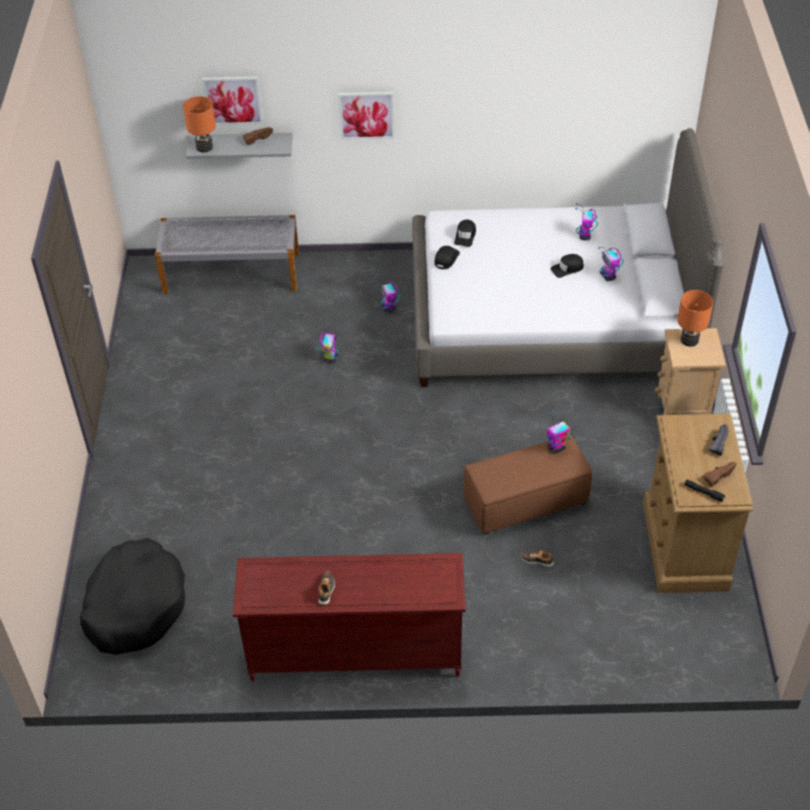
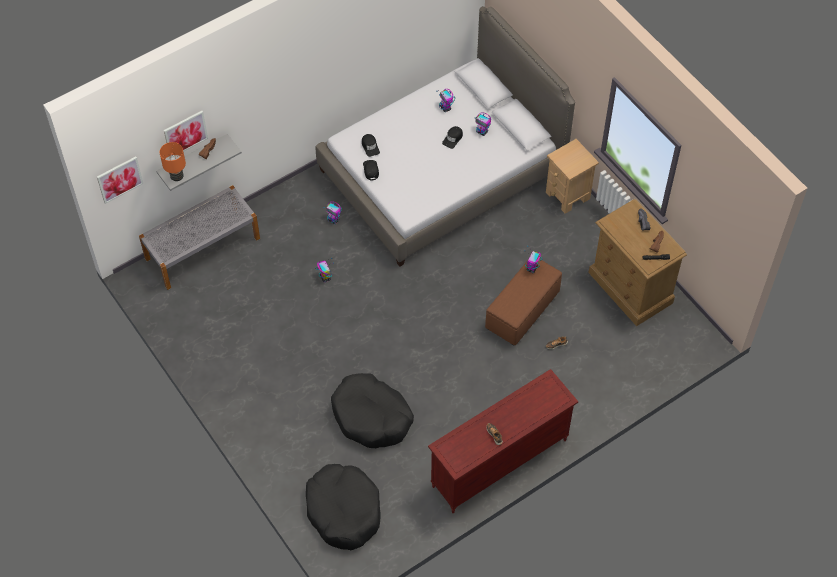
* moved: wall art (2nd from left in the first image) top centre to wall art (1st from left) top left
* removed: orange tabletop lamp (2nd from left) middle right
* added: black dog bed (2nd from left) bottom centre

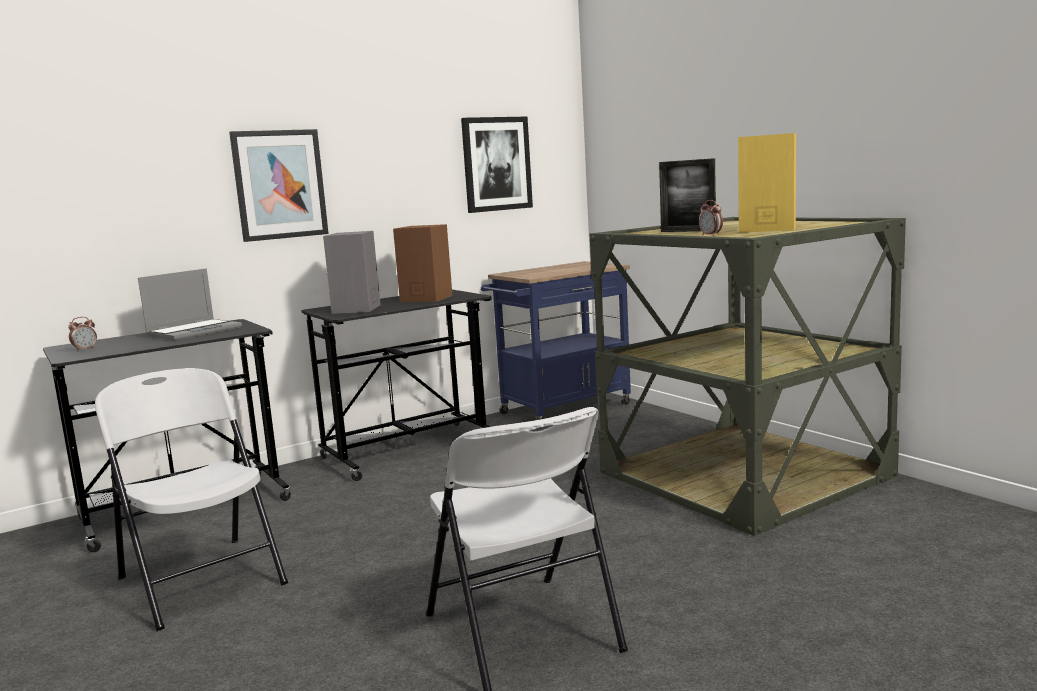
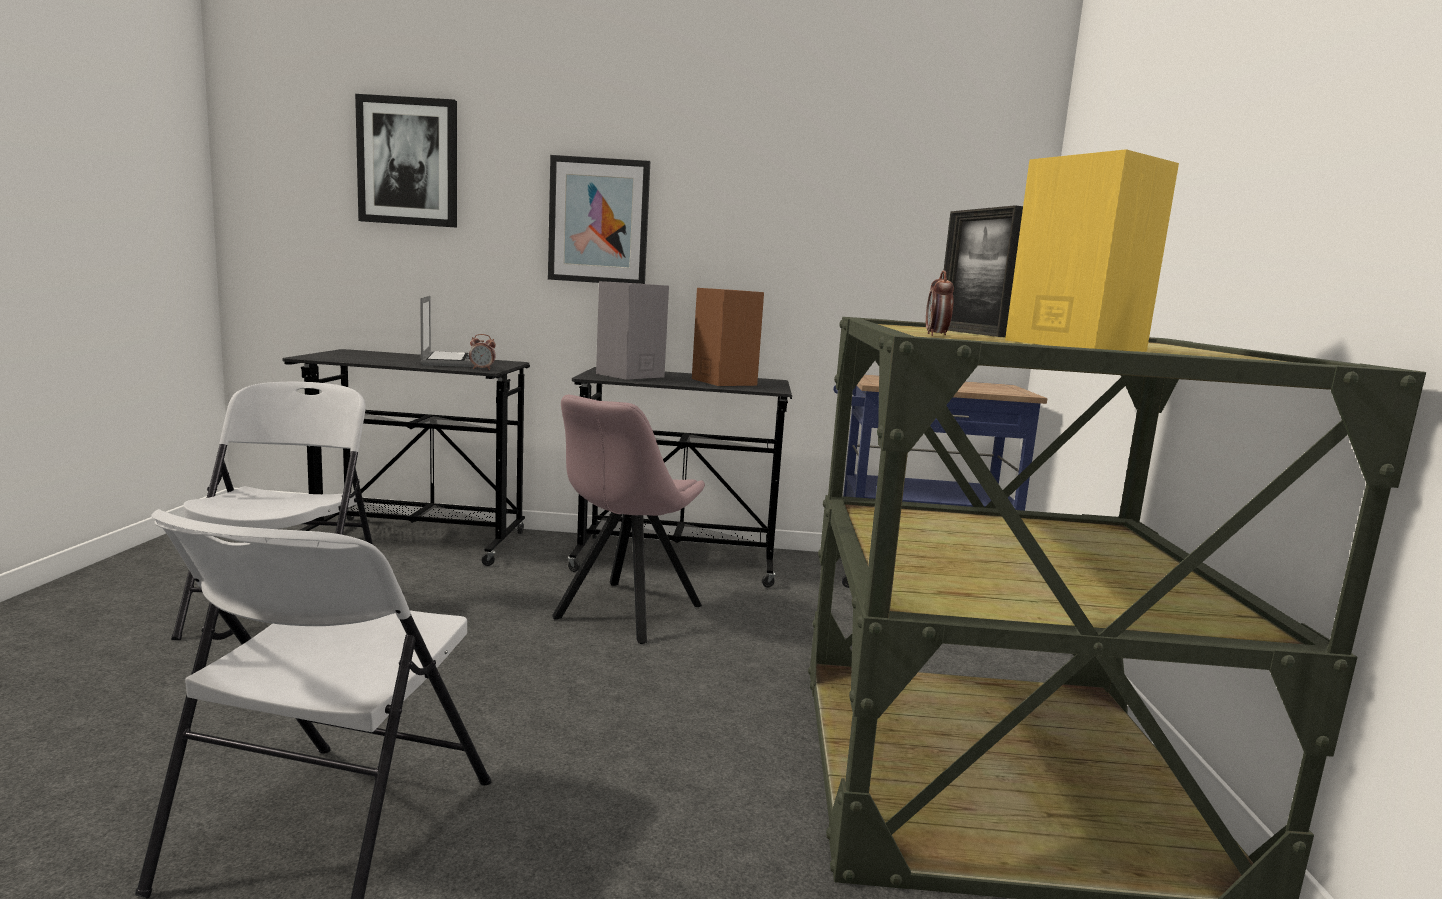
* moved: table clock (1st from left) middle left to centre
* turned: notebook computer middle left = middle left 90 degrees counterclockwise
* moved: wall art (2nd from left in the first image) top centre to wall art (1st from left) top left
* added: pinkish plain chair centre

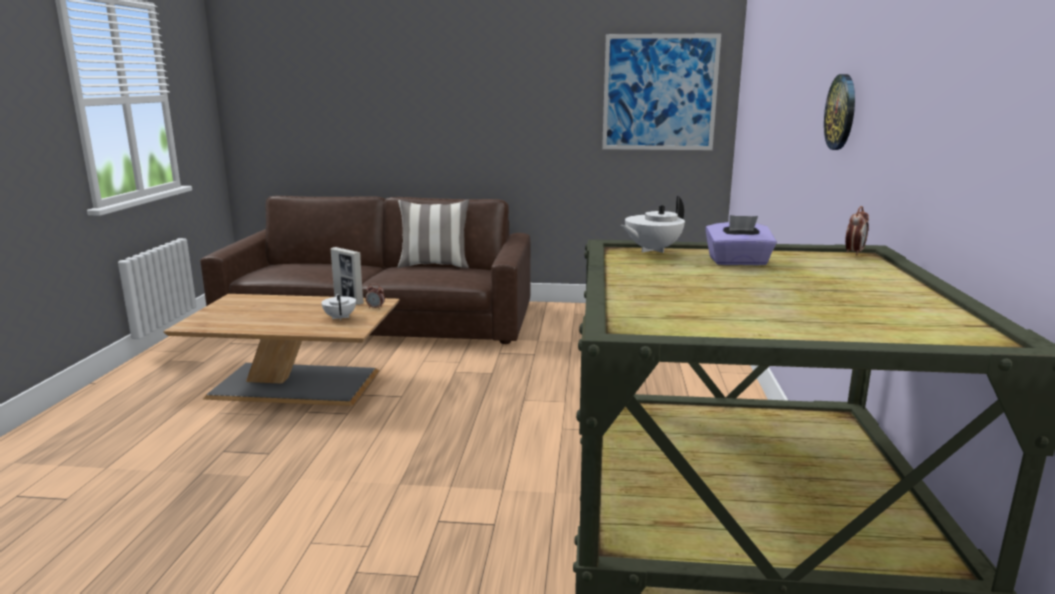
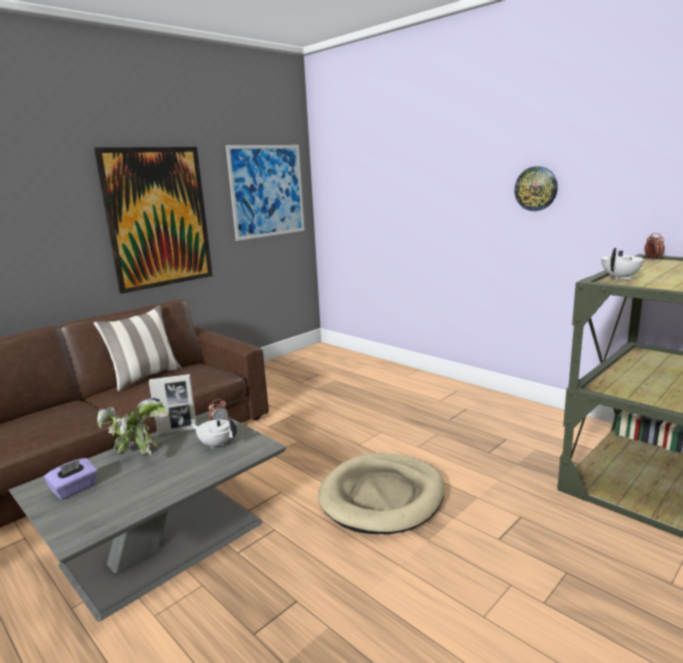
* recoloured: brown-coloured low table middle left to grey low table bottom left
* turned: white-coloured pot for tea (2nd from left) centre = middle right 135 degrees counterclockwise
* moved: purplish box of tissues middle right to bottom left
* added: wall art (1st from left) top left
* added: houseplant middle left
* added: beige dog bed bottom centre

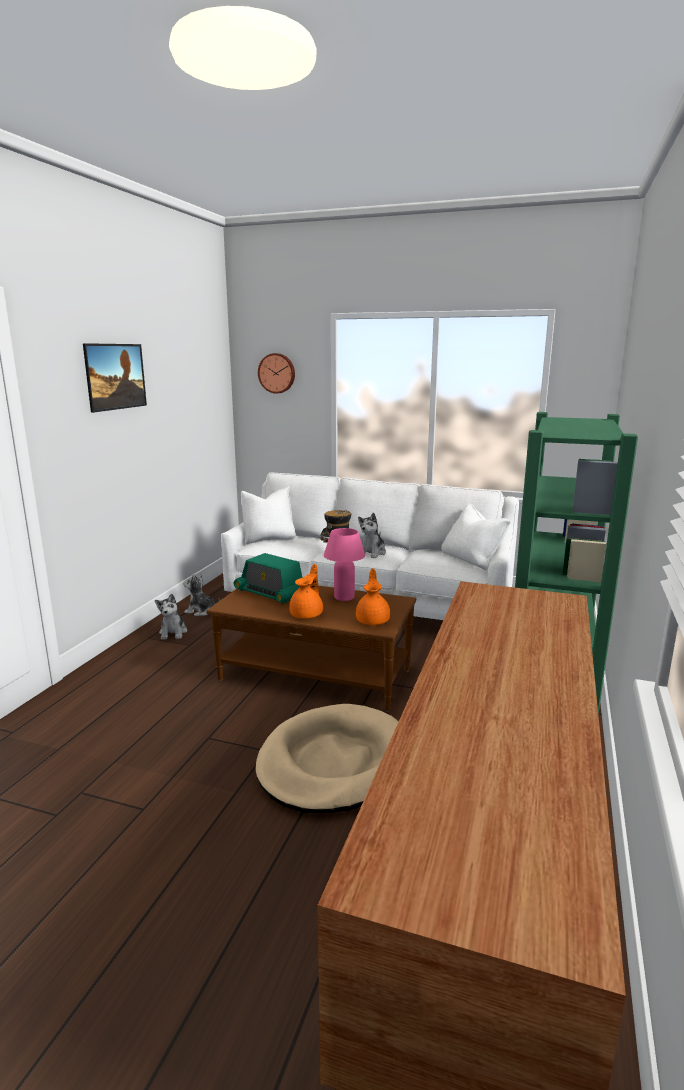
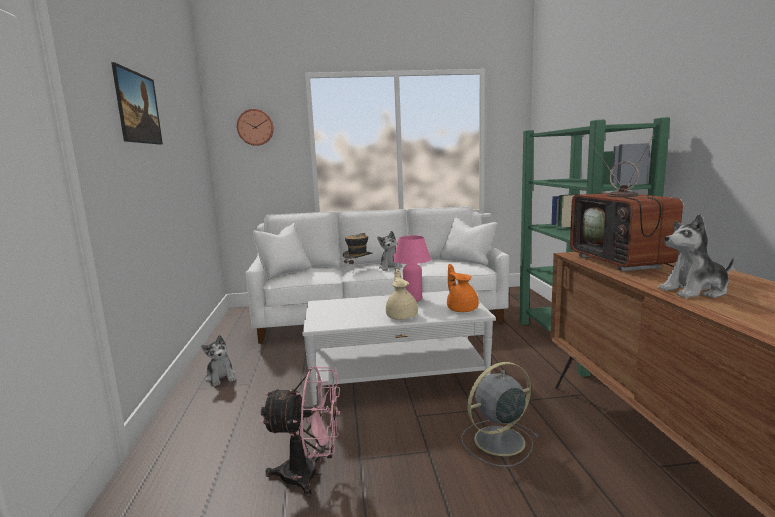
* moved: plush toy (2nd from left in the first image) middle left to plush toy (3rd from left) middle right
* recoloured: brown-coloured low table centre to white-coloured low table bottom centre
* removed: radio centre
* replaced: beige dog bed bottom centre to grey fan bottom centre
* recoloured: orange pot for tea (1st from left) centre to beige pot for tea centre
* added: pinkish fan bottom centre
* added: television middle right

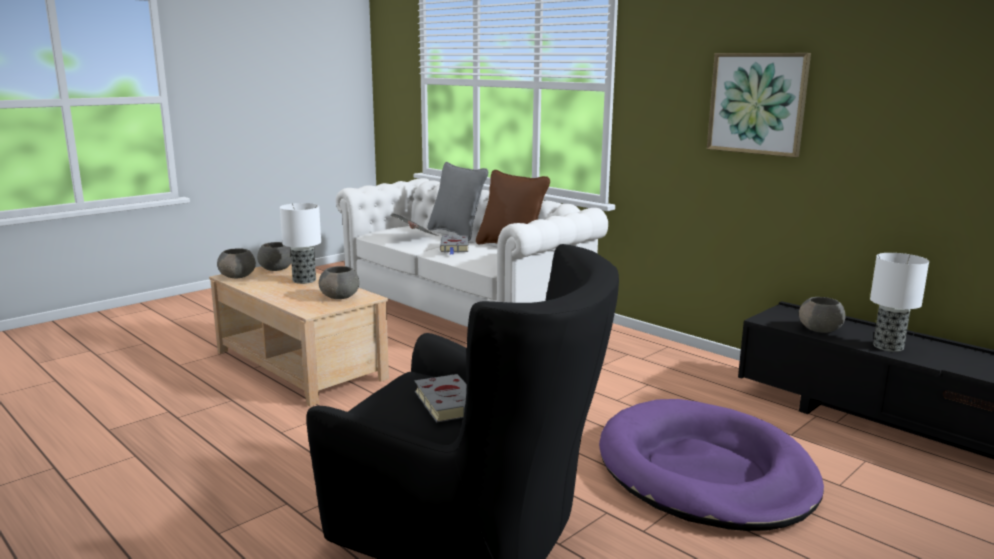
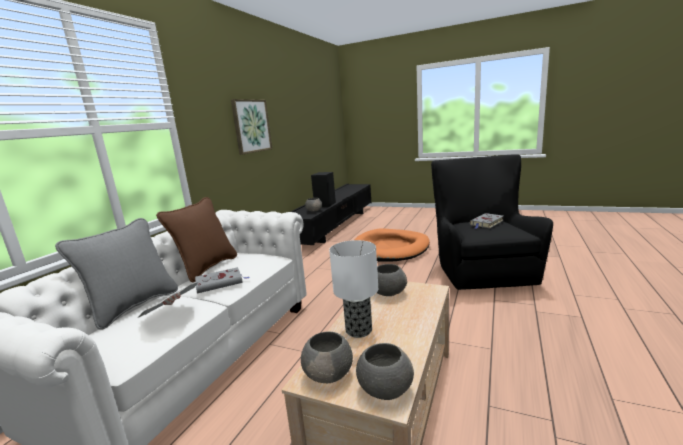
* recoloured: purplish dog bed bottom right to orange dog bed centre
* replaced: tabletop lamp (2nd from left) middle right to black speaker centre

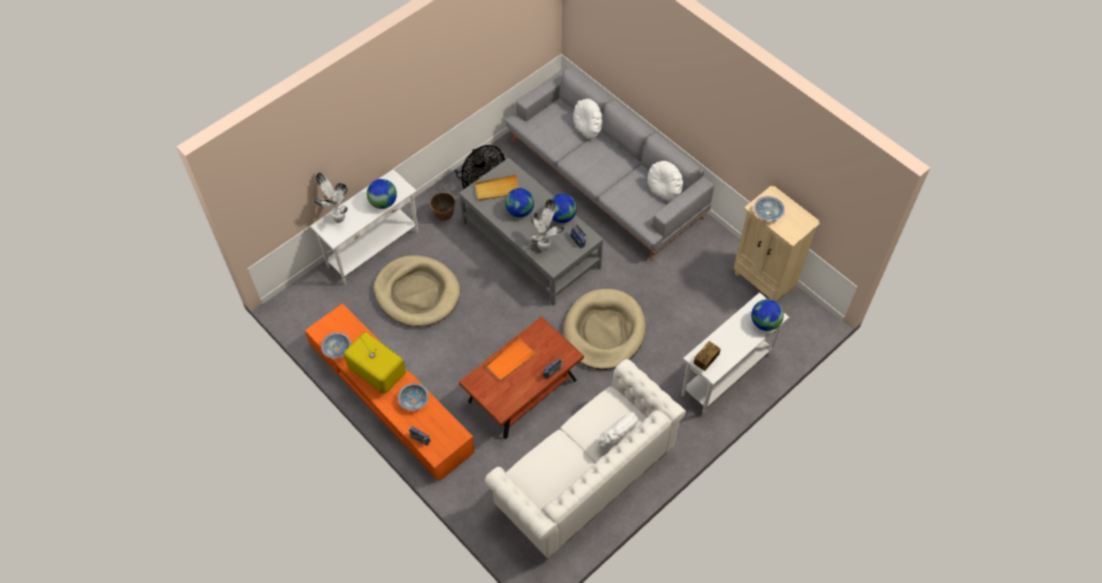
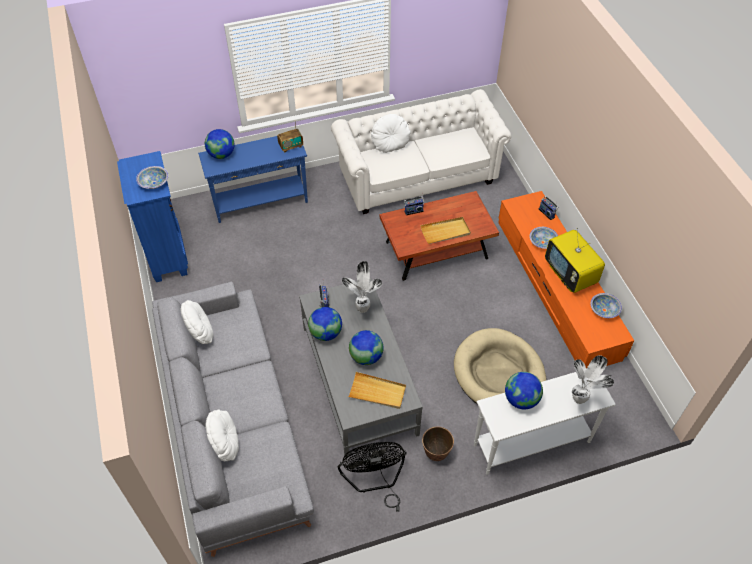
* recoloured: orange tray centre to beige tray (2nd from left) centre
* removed: beige dog bed (2nd from left) centre
* recoloured: white-coloured hall table (2nd from left) middle right to blue hall table top centre
* recoloured: beige storage cabinet middle right to blue storage cabinet middle left

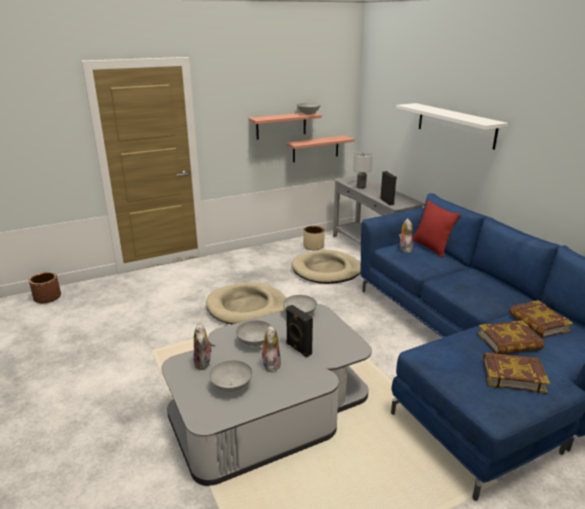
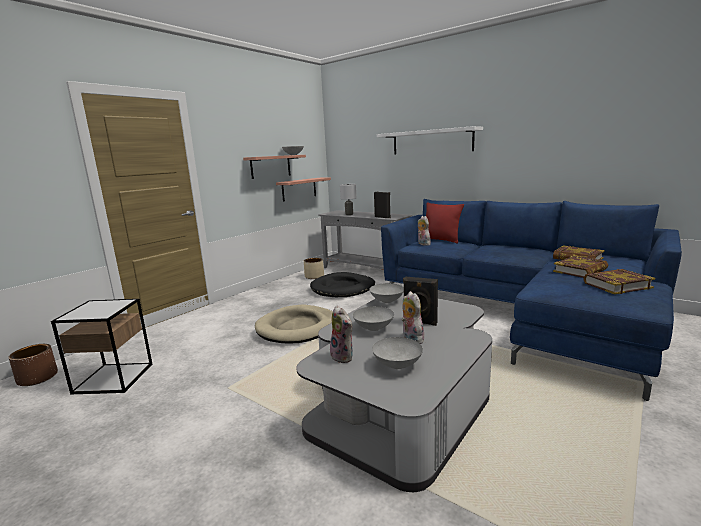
* recoloured: beige dog bed (2nd from left) centre to black dog bed centre
* added: end table middle left

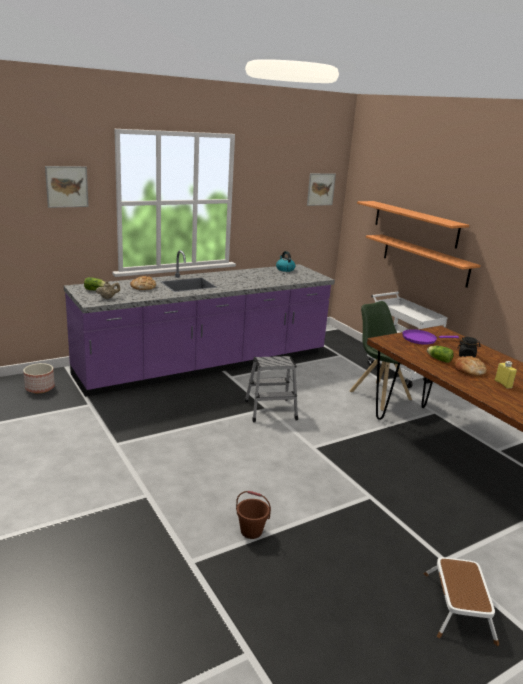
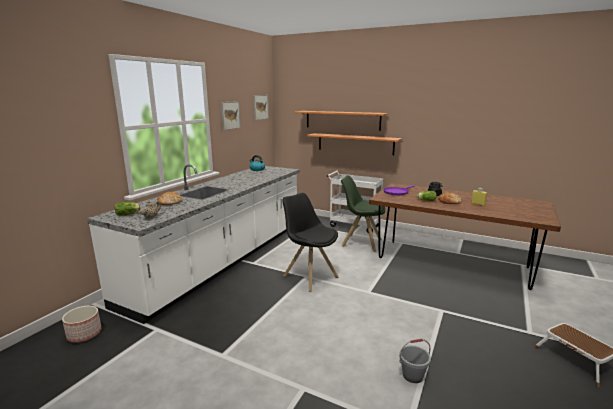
* moved: wall art (1st from left) top left to top centre
* recoloured: purplish kitchen base unit centre to white-coloured kitchen base unit middle left
* recoloured: brown-coloured water bucket bottom centre to grey water bucket bottom right
* replaced: grey step ladder centre to black plain chair centre

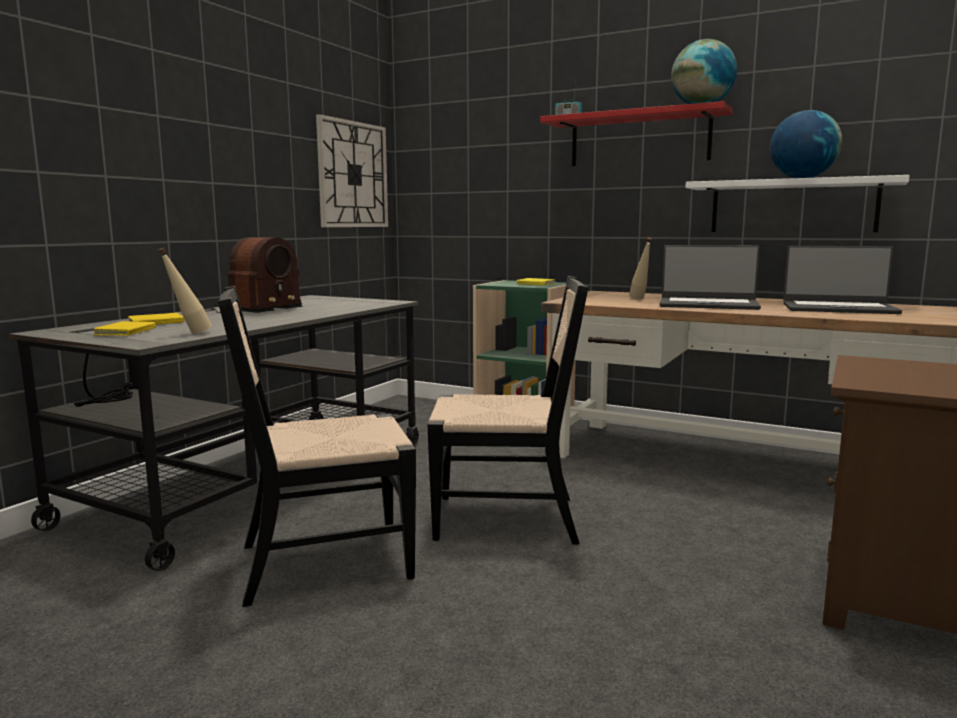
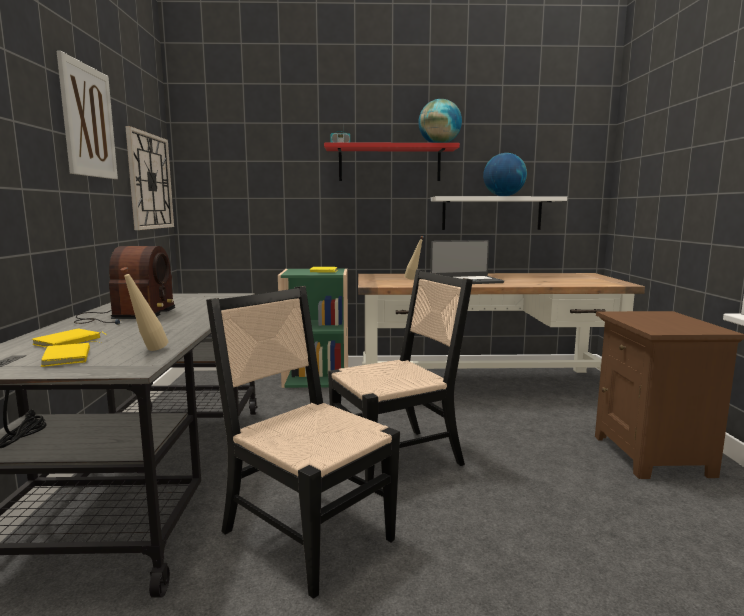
* turned: plain chair (1st from left) middle left = bottom centre 90 degrees clockwise
* removed: notebook computer (2nd from left) middle right
* added: wall art top left

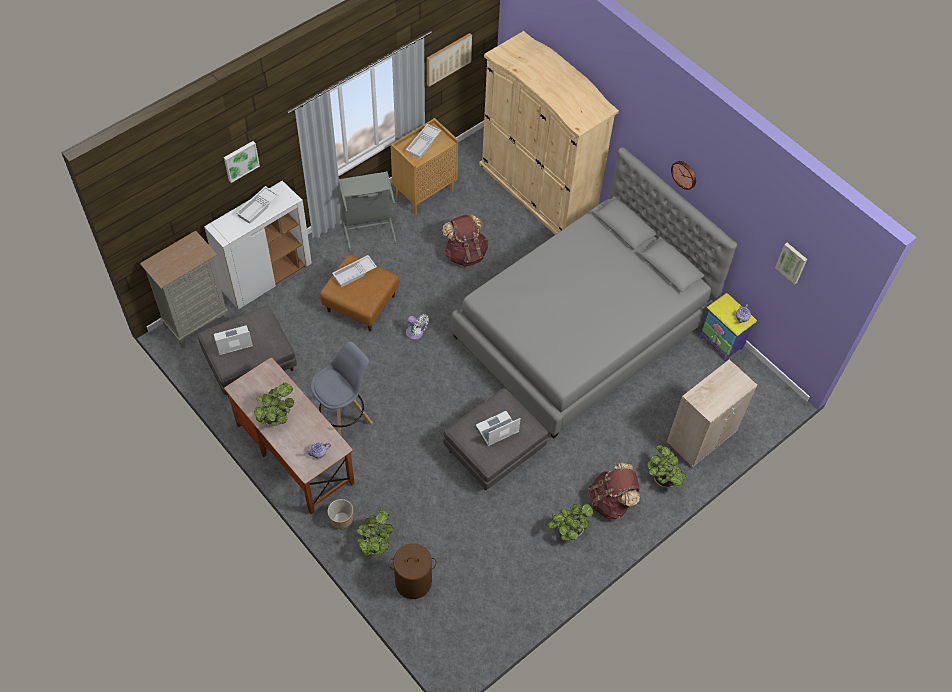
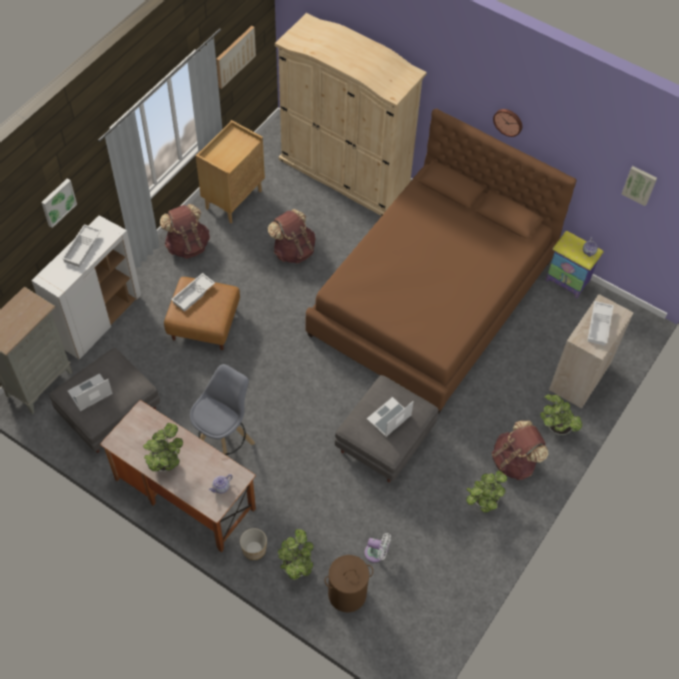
* replaced: grey hamper top centre to brown-coloured backpack (1st from left) middle left
* moved: white-coloured tray (3rd from left) top centre to middle right
* moved: white-coloured fan centre to bottom centre
* recoloured: grey bedroom bed centre to brown-coloured bedroom bed centre

